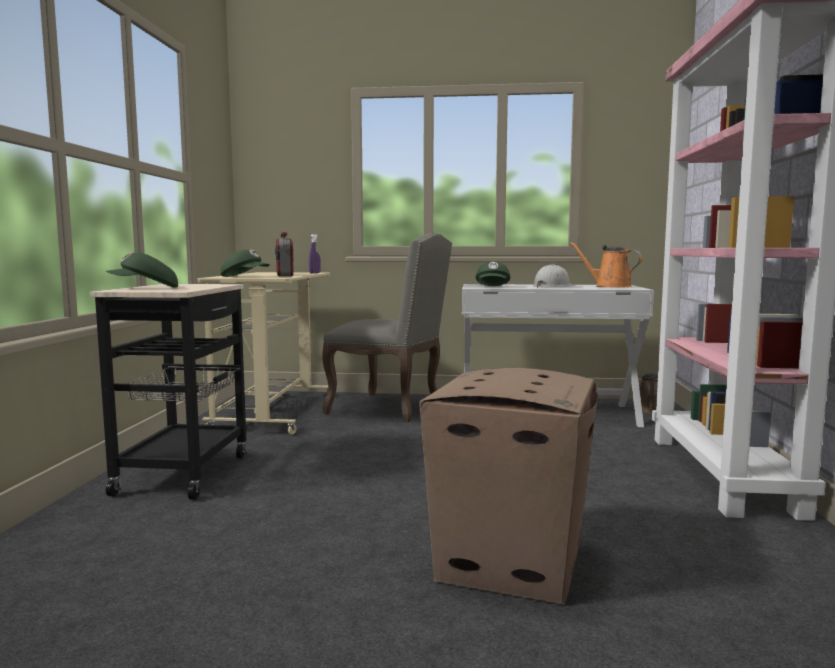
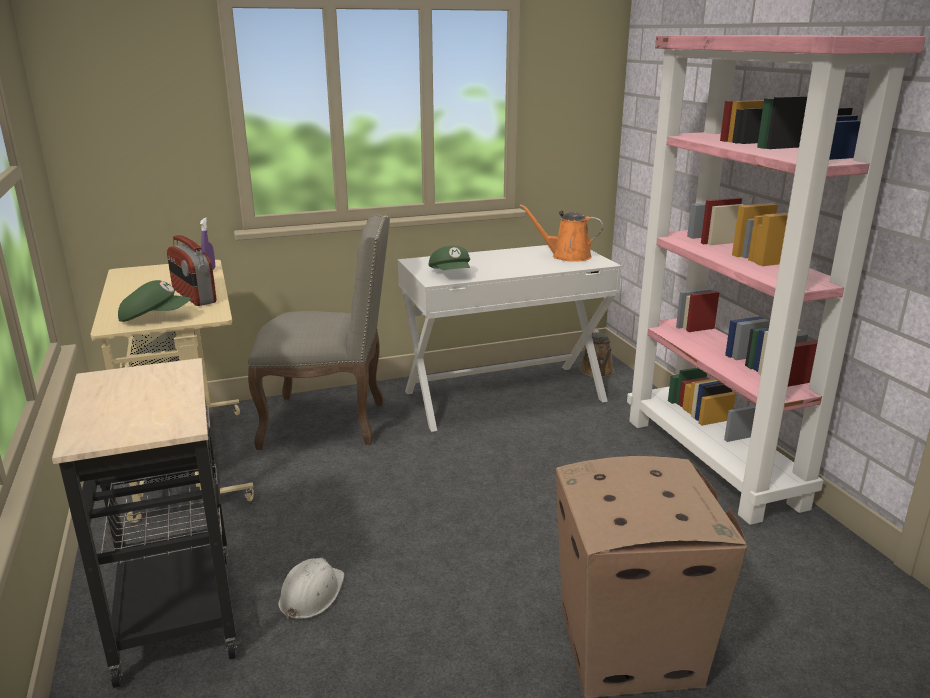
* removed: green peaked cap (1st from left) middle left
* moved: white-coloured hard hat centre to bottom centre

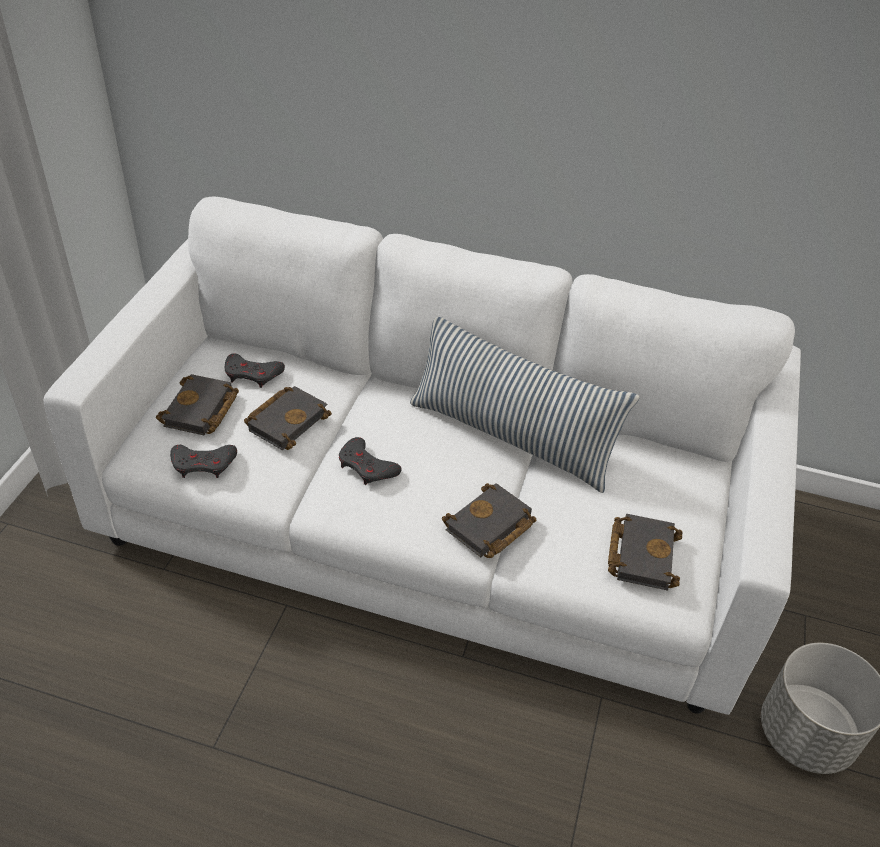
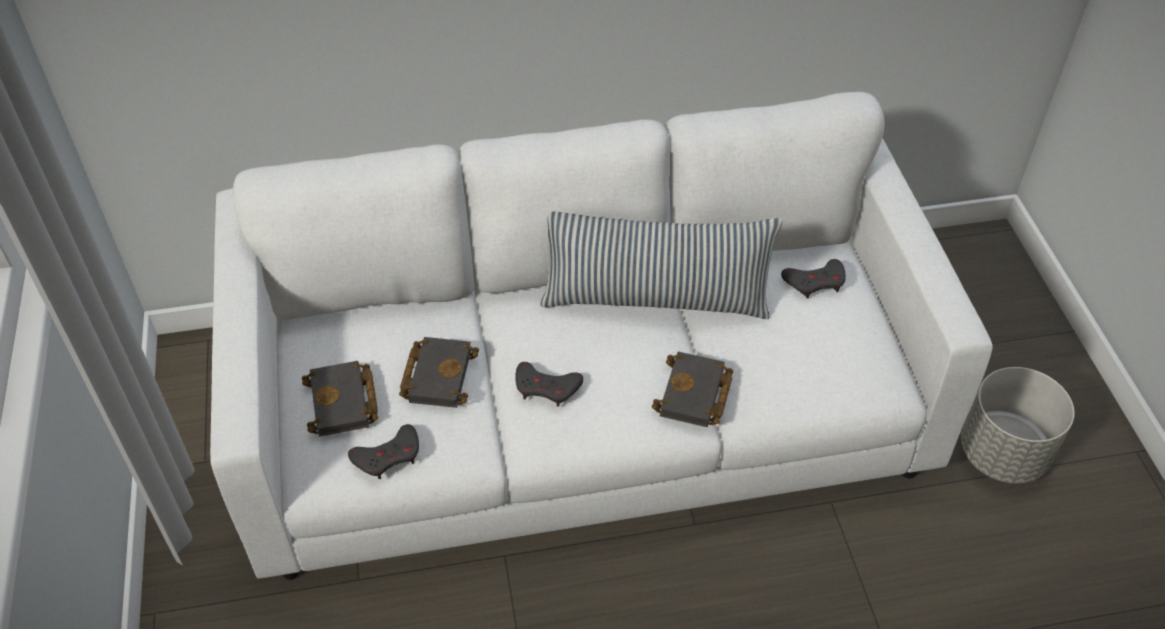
* moved: grey gamepad (2nd from left in the first image) middle left to grey gamepad (3rd from left) middle right
* removed: black bound book (4th from left) middle right

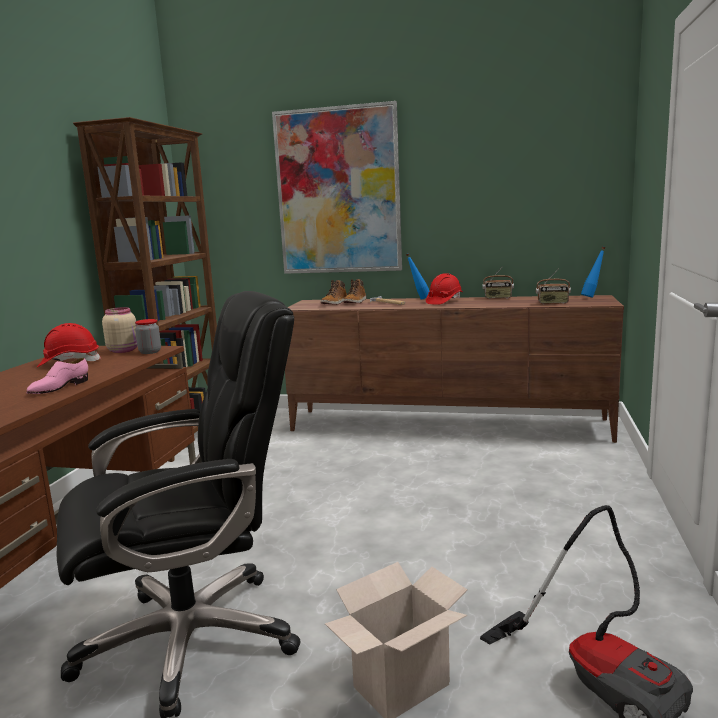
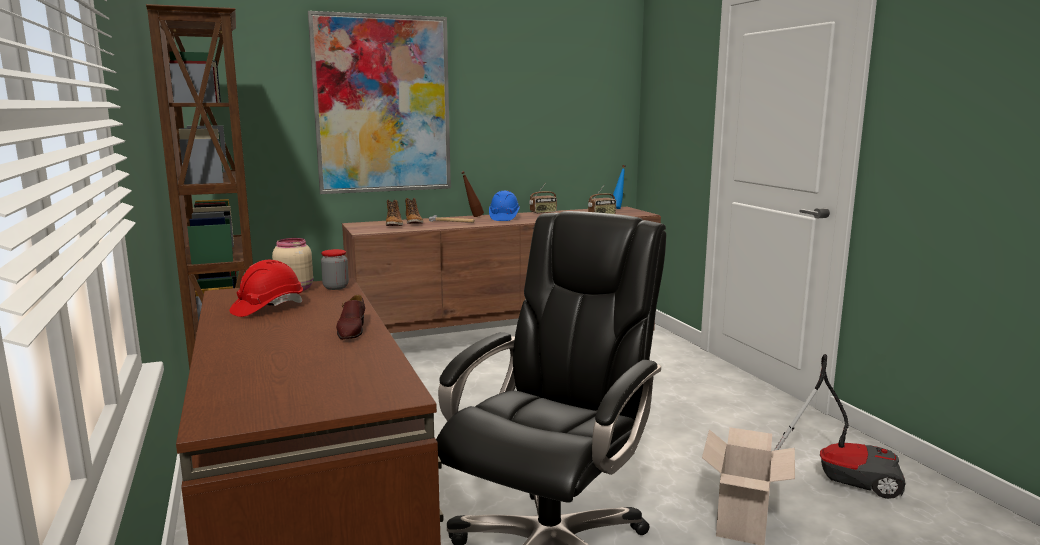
* recoloured: pinkish shoe middle left to brown-coloured shoe centre
* recoloured: blue beverage bottle (1st from left) centre to brown-coloured beverage bottle centre
* recoloured: reddish hard hat (2nd from left) centre to blue hard hat centre

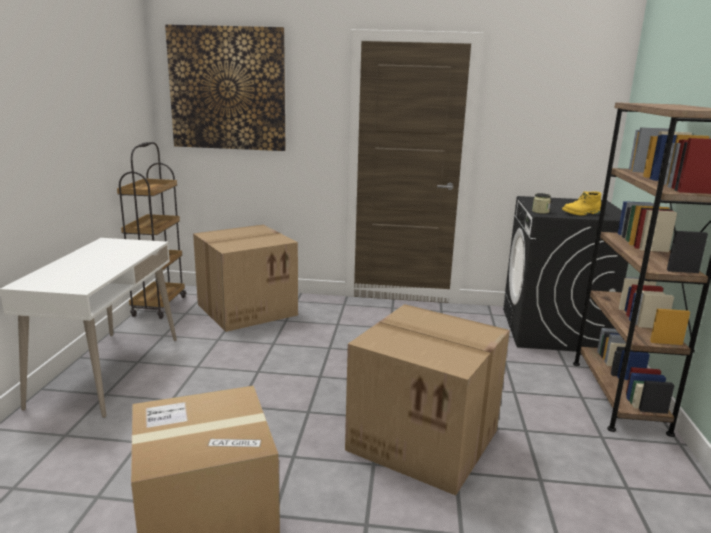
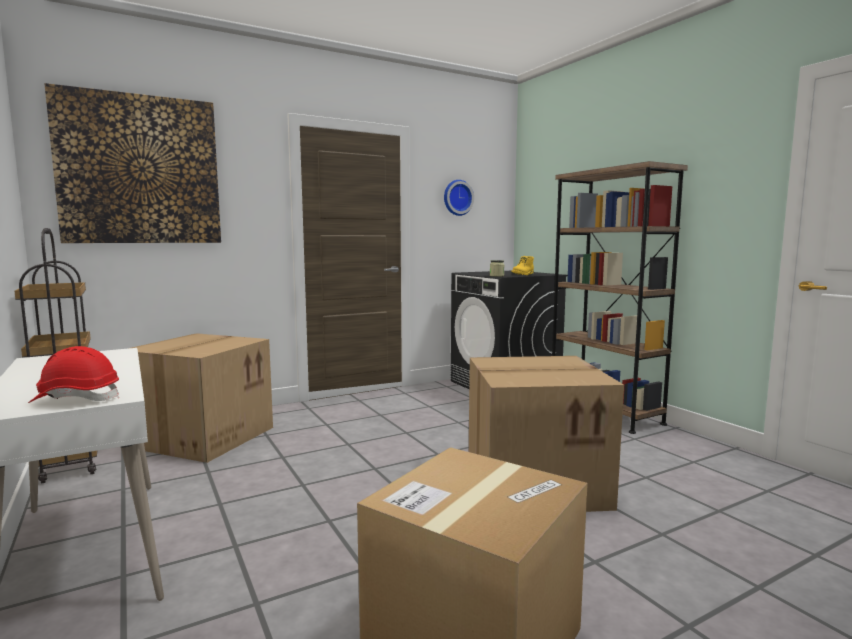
* added: reddish hard hat middle left
* added: wall clock top centre

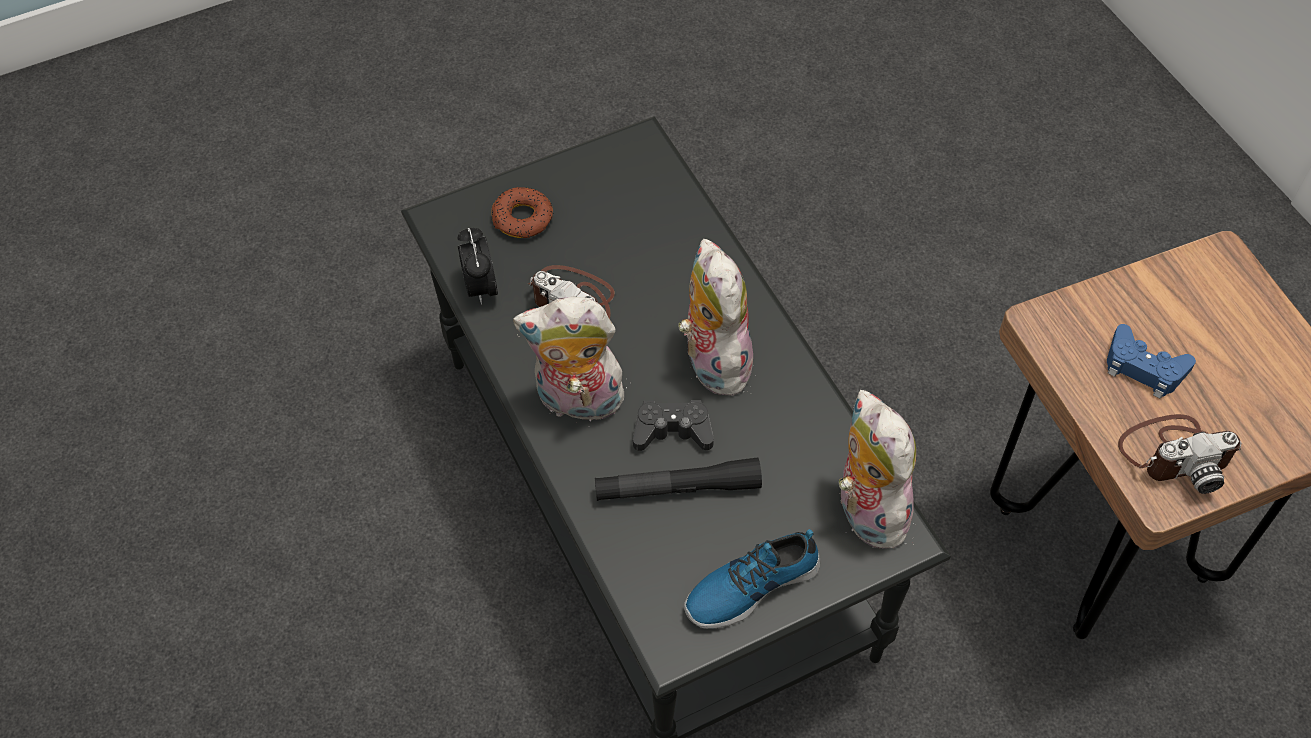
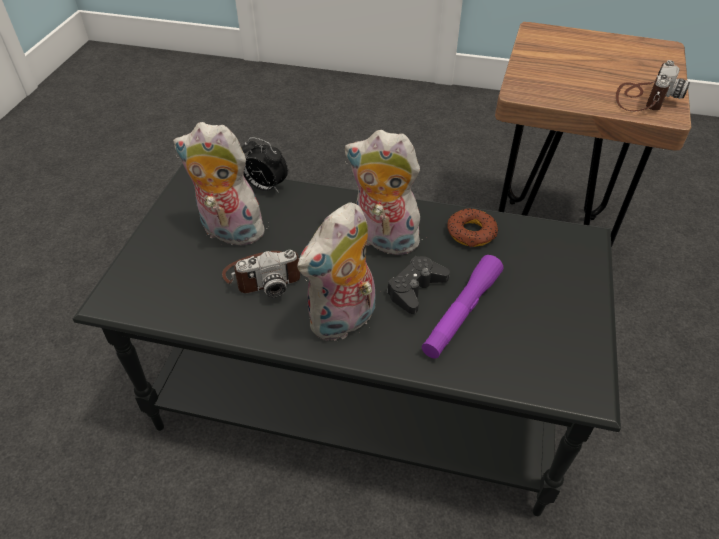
* moved: table clock centre to top centre
* moved: ring doughnut top centre to centre
* recoloured: black hand torch centre to purplish hand torch centre
* removed: shoe bottom centre
* moved: plush toy (3rd from left in the first image) middle right to plush toy (1st from left) middle left
* removed: blue gamepad middle right

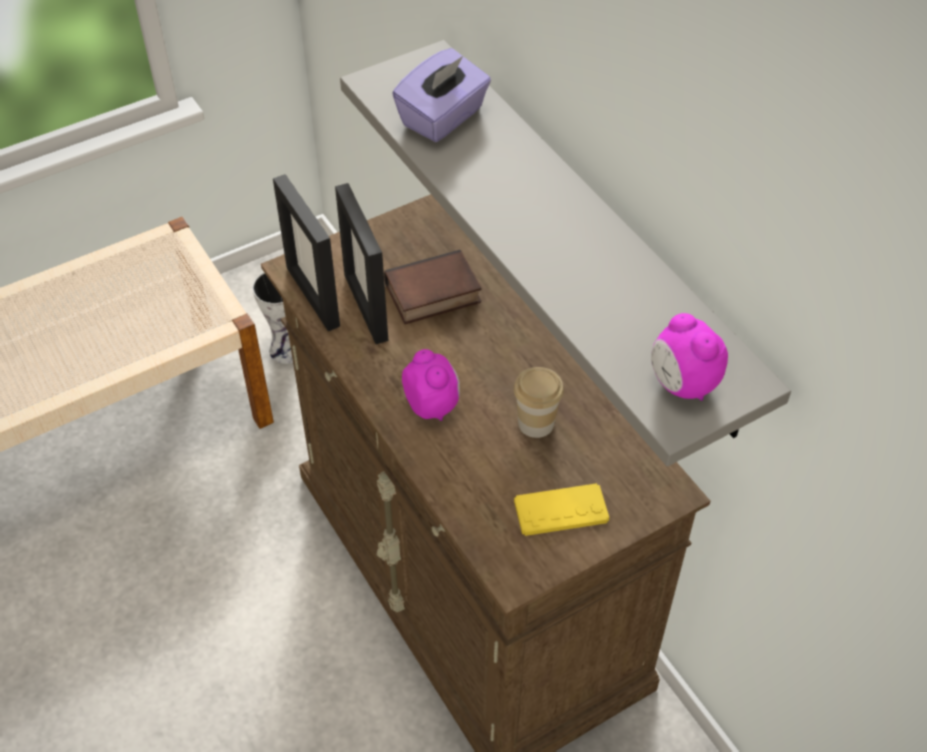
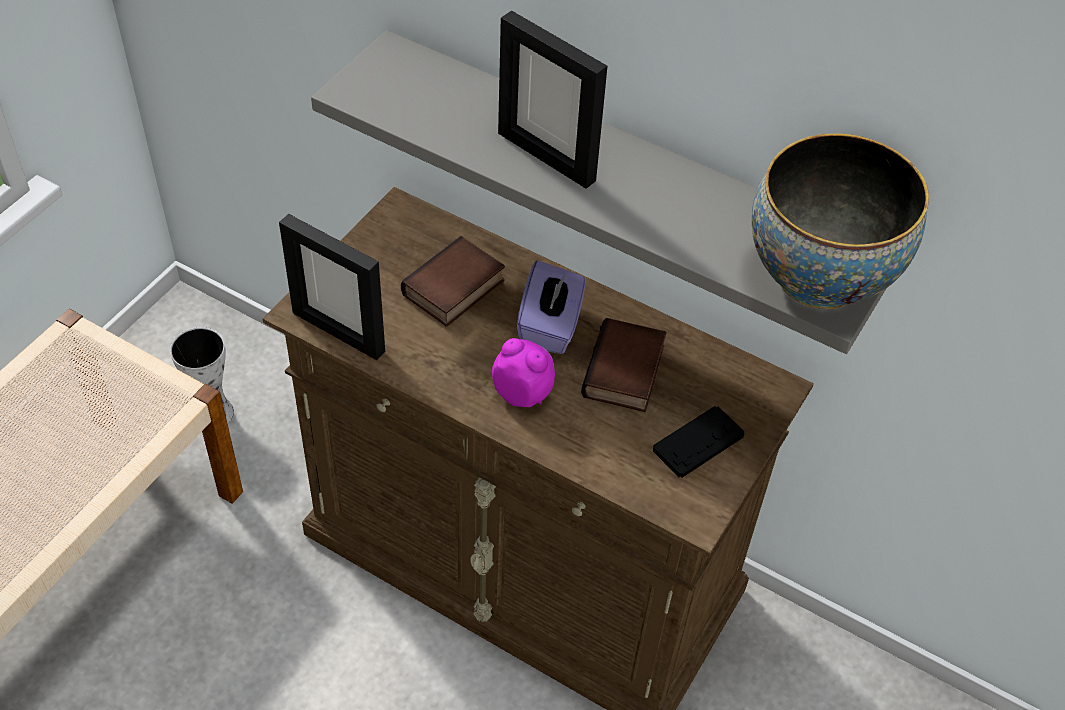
* moved: photo frame (2nd from left) centre to top centre
* moved: purplish box of tissues top centre to centre
* replaced: drinking cup centre to bound book (2nd from left) centre
* recoloured: yellow-coloured gamepad bottom centre to black gamepad centre
* replaced: table clock (2nd from left) middle right to deep dish top right

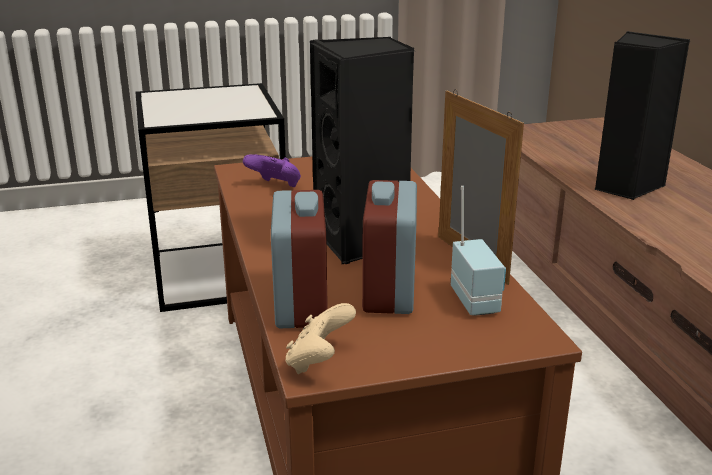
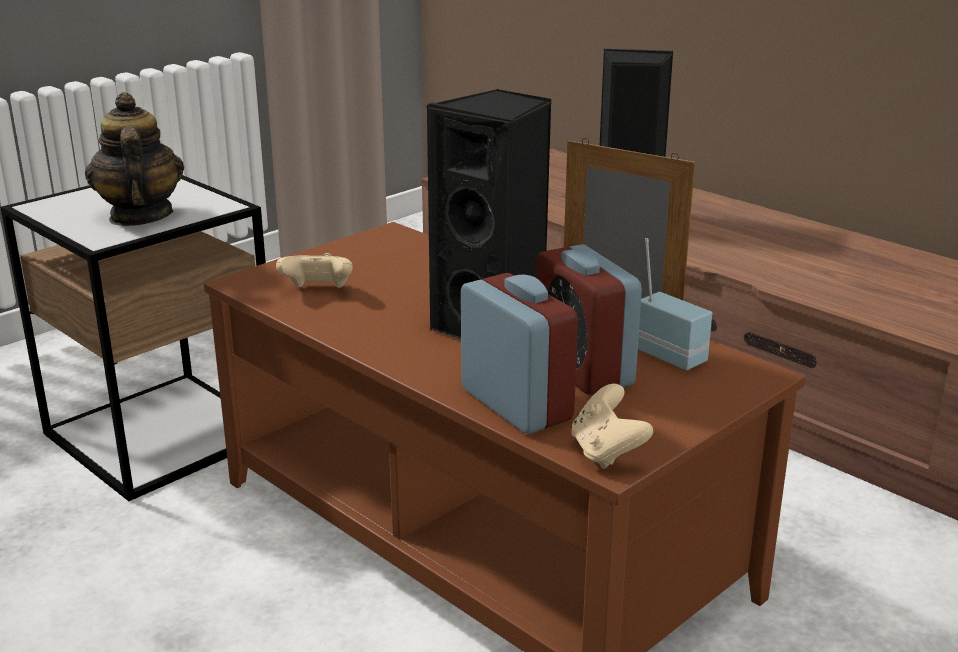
* recoloured: purplish gamepad centre to beige gamepad (1st from left) middle left
* added: pot for tea top left

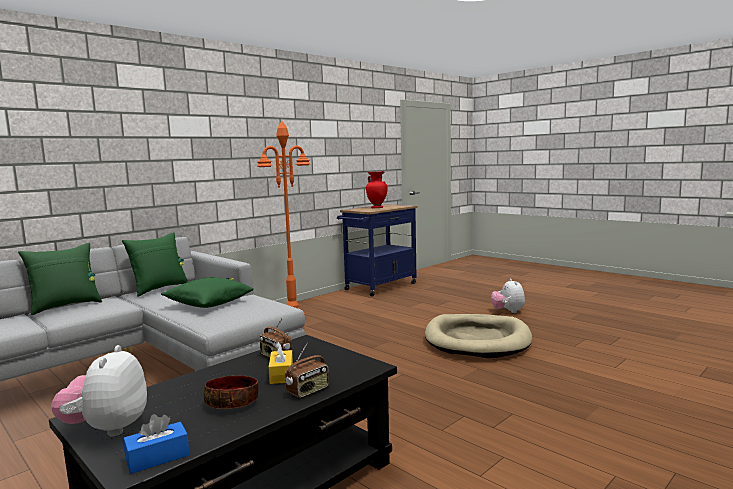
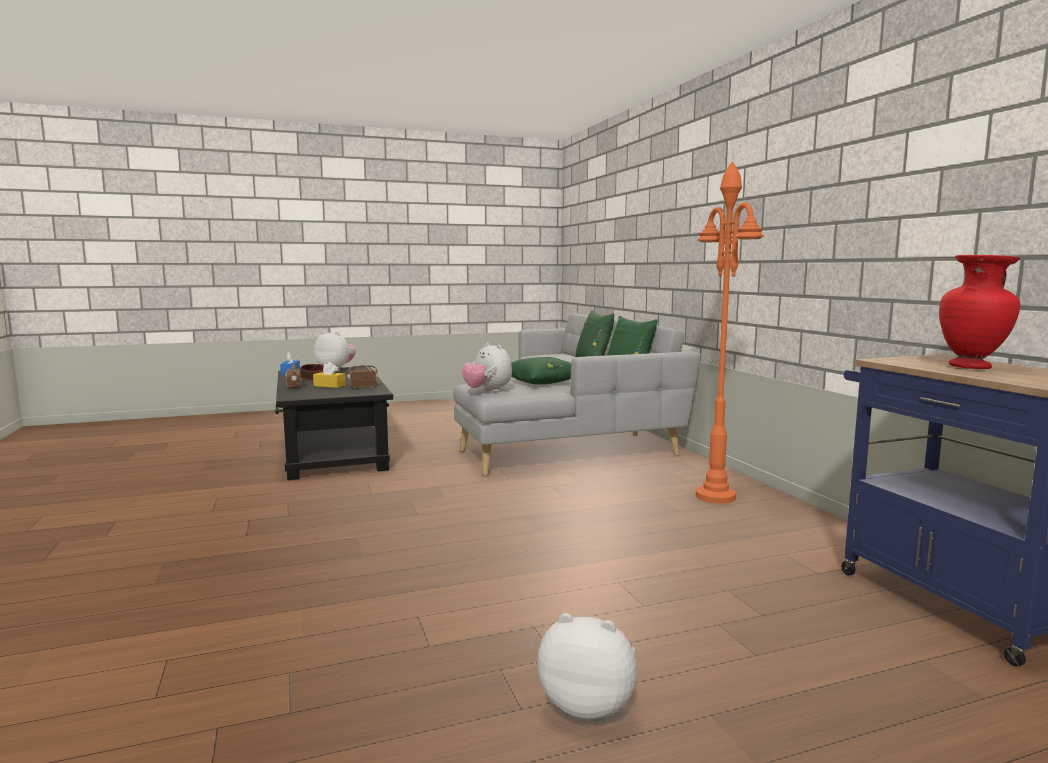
* removed: beige dog bed bottom centre
* added: plush toy (2nd from left) centre

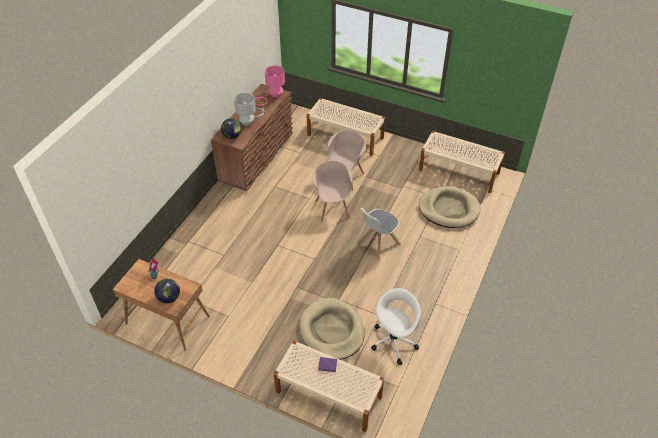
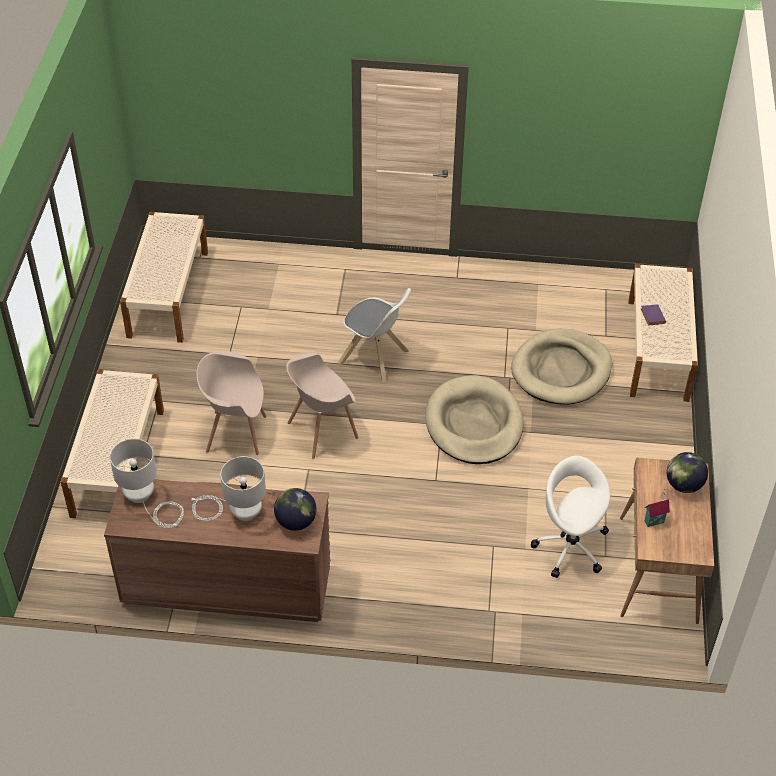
* recoloured: pinkish tabletop lamp top centre to white-coloured tabletop lamp (1st from left) middle left
* moved: white-coloured computer chair bottom centre to middle right
* moved: beige dog bed (2nd from left in the first image) middle right to beige dog bed (1st from left) centre

